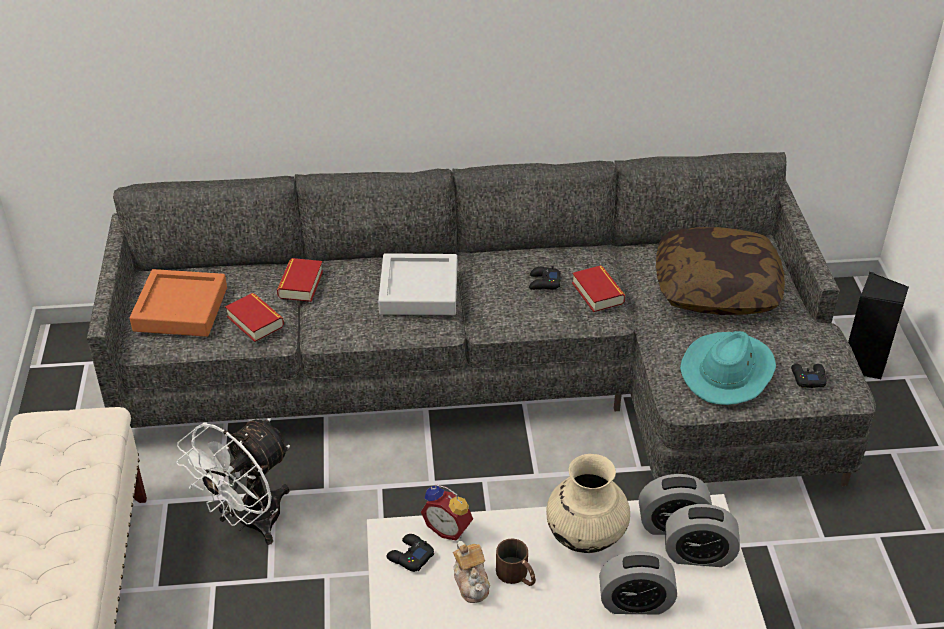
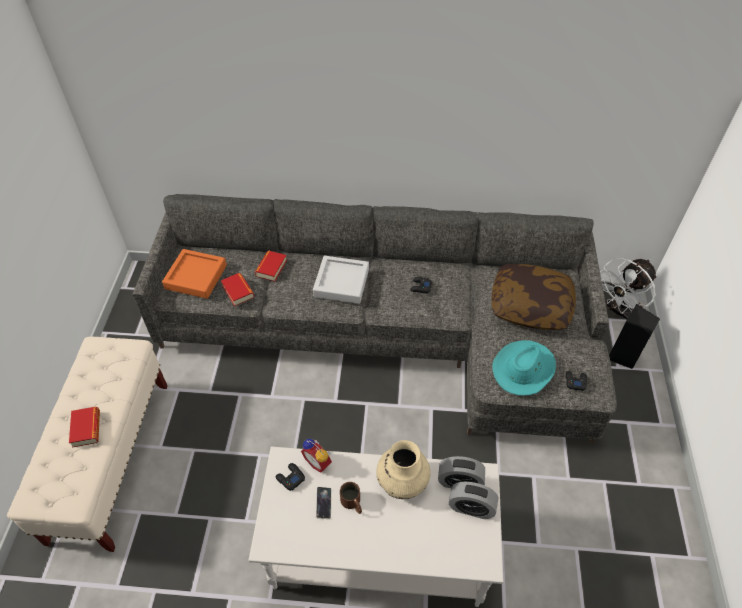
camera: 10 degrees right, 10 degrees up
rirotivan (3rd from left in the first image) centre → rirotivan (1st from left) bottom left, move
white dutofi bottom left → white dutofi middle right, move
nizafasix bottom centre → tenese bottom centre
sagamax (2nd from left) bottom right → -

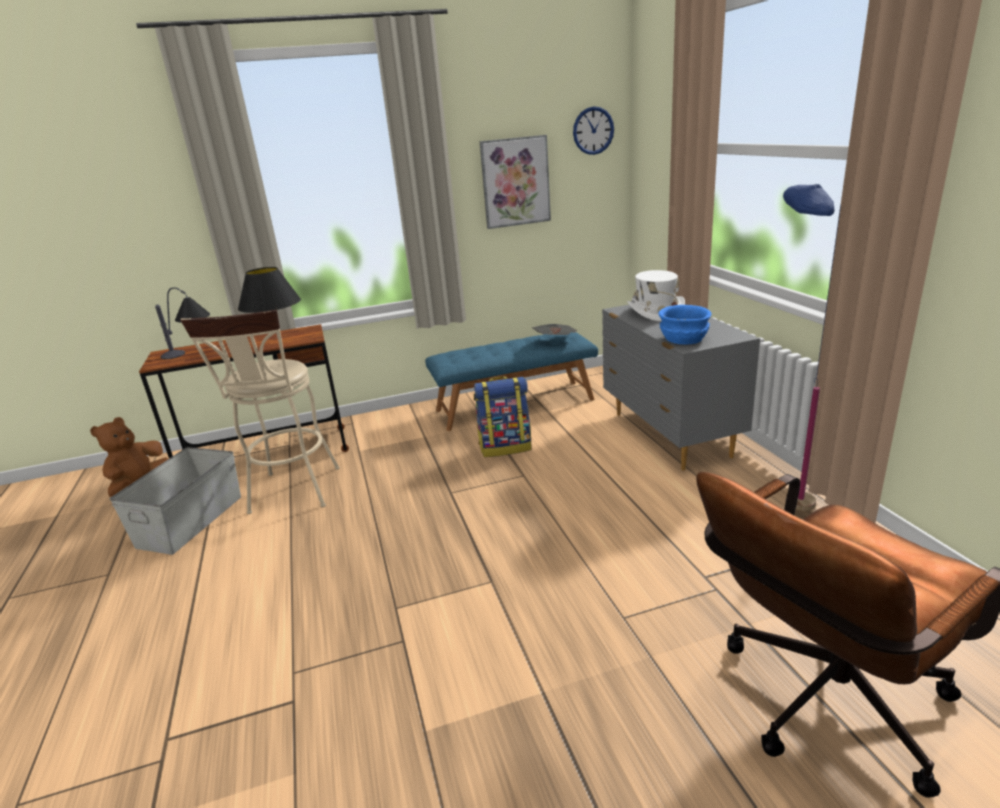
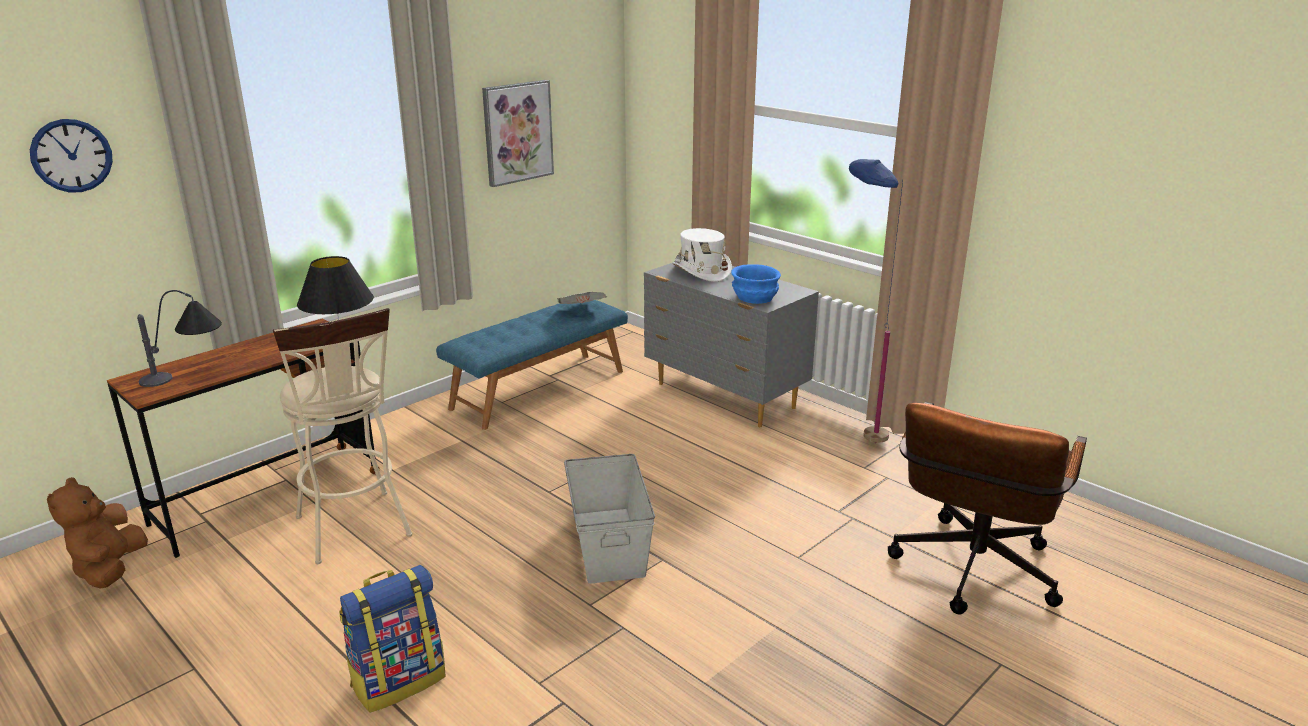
camera: 30 degrees left, 0 degrees up
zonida top centre → zonida top left, move
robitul centre → robitul bottom left, move
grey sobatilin middle left → grey sobatilin bottom centre, move

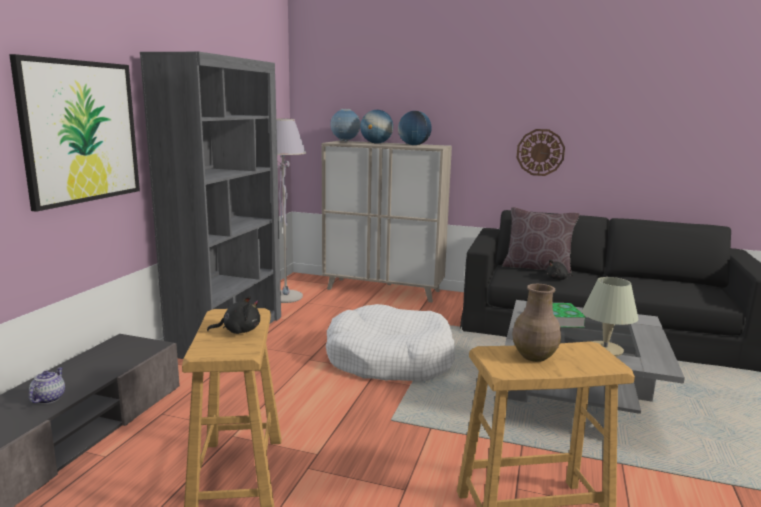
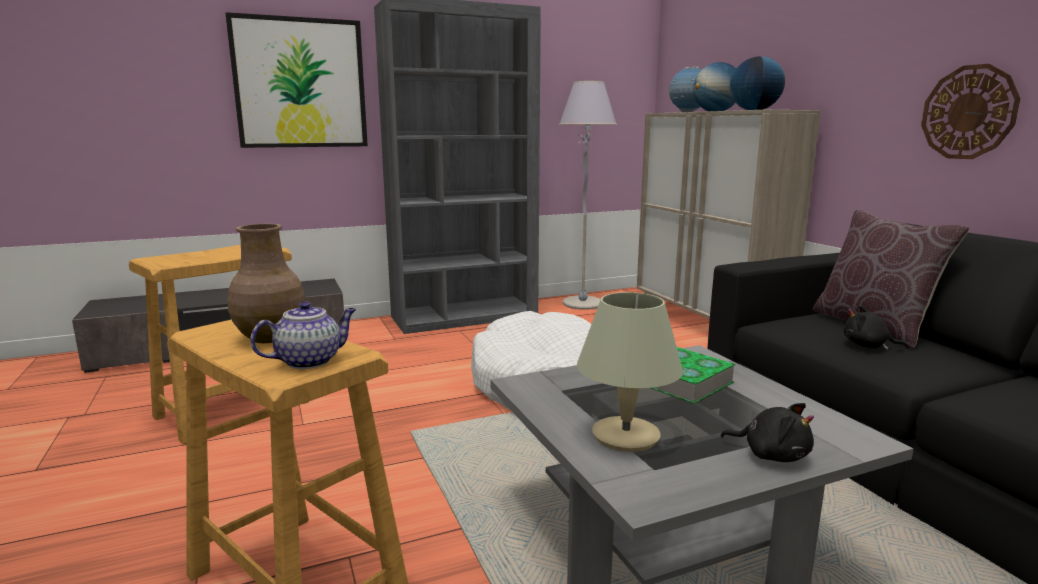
camera: 50 degrees right, 0 degrees up
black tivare (1st from left) middle left → black tivare (1st from left) bottom right, move
nizafasix bottom left → nizafasix middle left, move

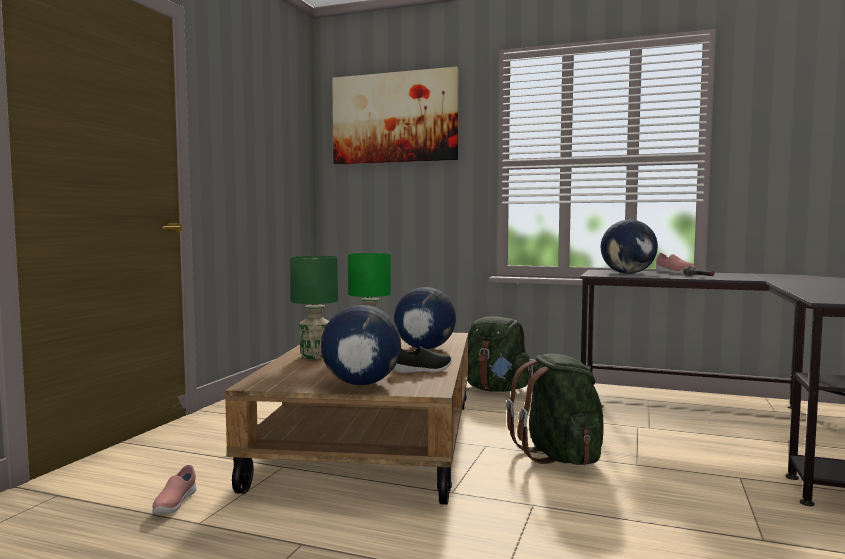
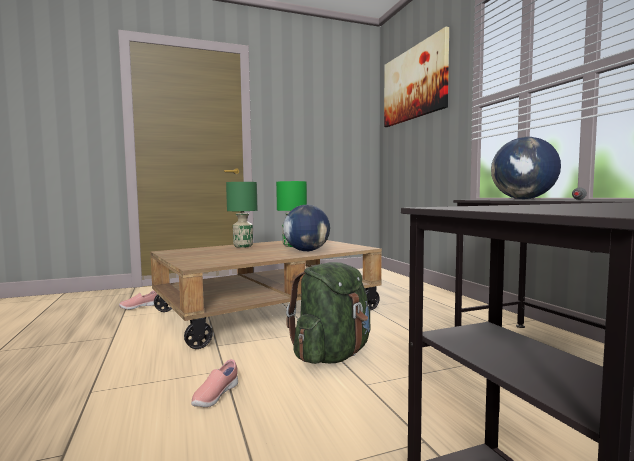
camera: 50 degrees right, 0 degrees up
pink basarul (2nd from left) middle right → pink basarul (2nd from left) bottom centre, move
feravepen (1st from left) centre → -
green robitul (1st from left) centre → -
black basarul centre → -

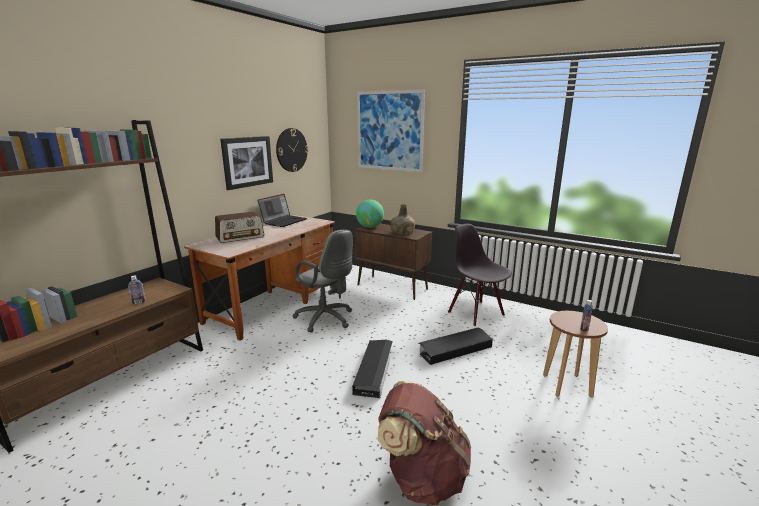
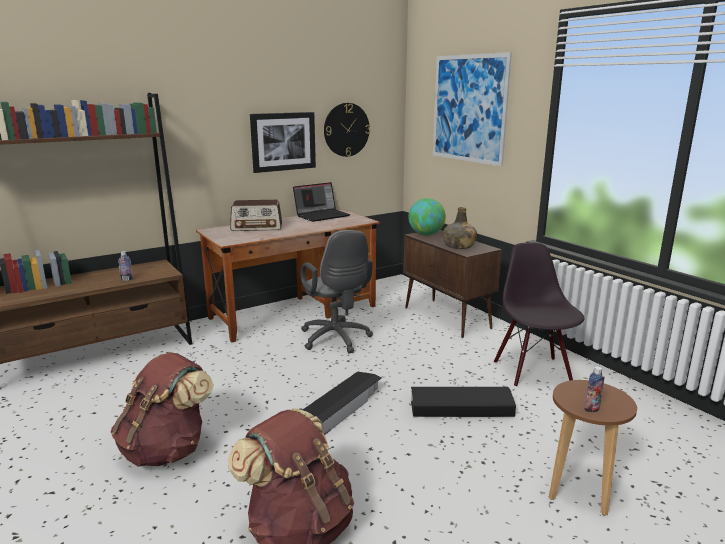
camera: 25 degrees right, 0 degrees up
- → brown robitul (1st from left) bottom left

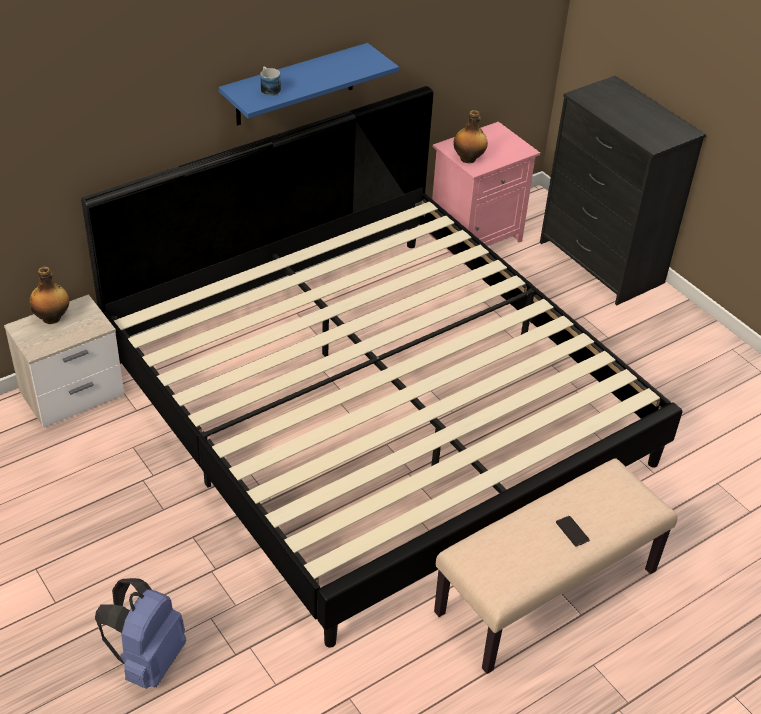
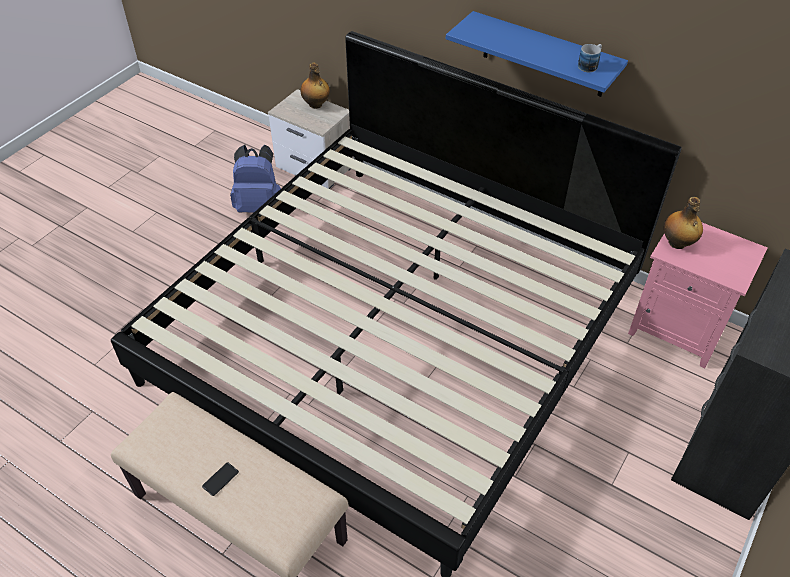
camera: 70 degrees right, 5 degrees up
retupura top centre → retupura top right, move
blue robitul bottom left → blue robitul top left, move

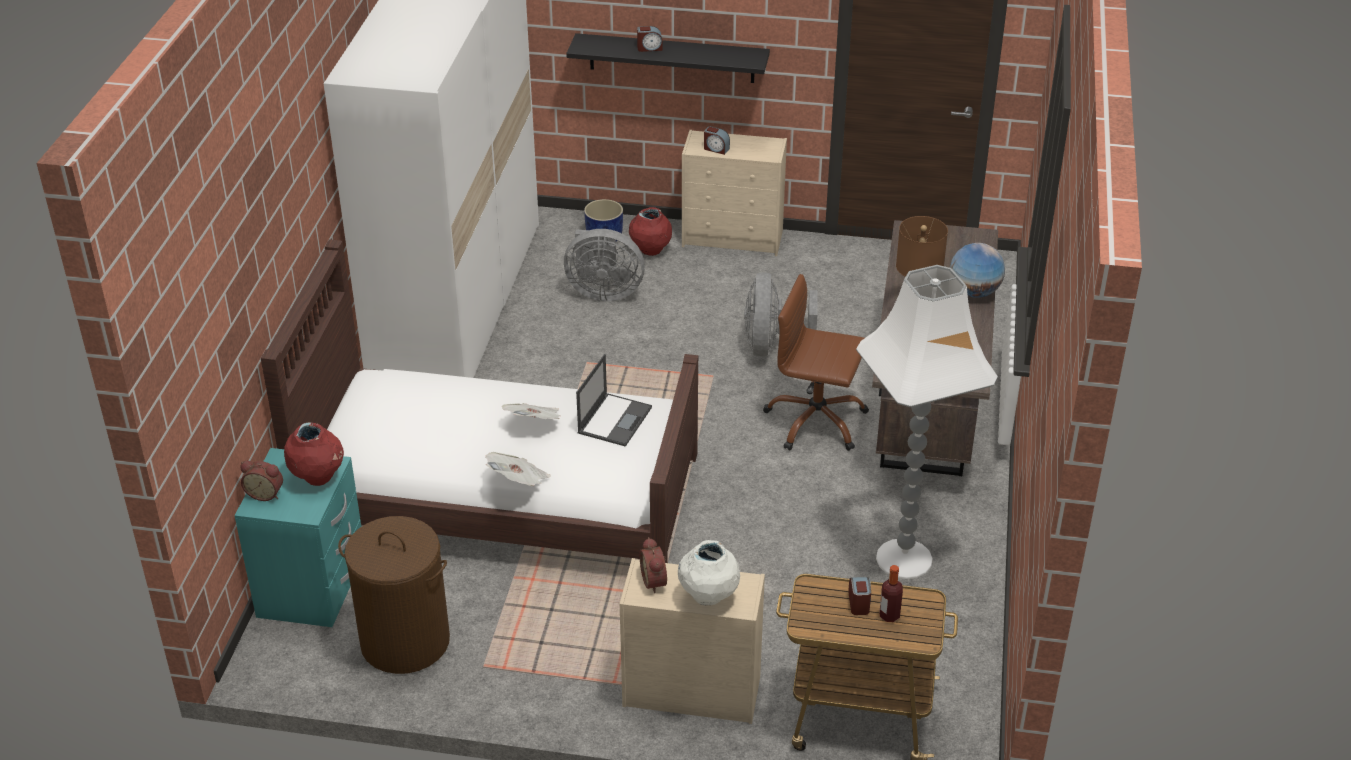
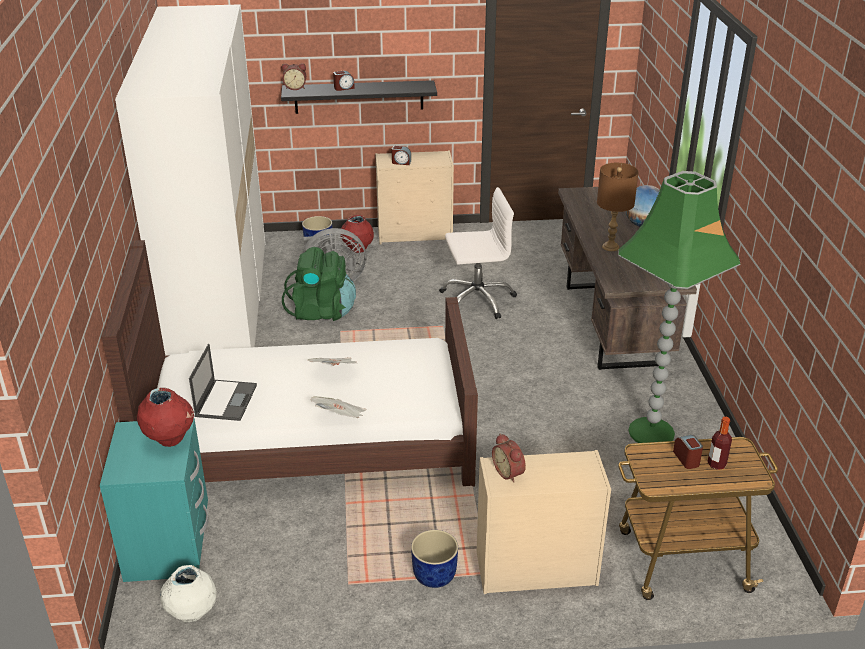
camera: 15 degrees left, 5 degrees down
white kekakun middle right → green kekakun middle right
grey dutofi (2nd from left) centre → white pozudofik centre
brown pozudofik centre → -
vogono centre → vogono middle left, move
sagamax (1st from left) middle left → sagamax (1st from left) top centre, move
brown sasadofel bottom left → -
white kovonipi bottom centre → white kovonipi bottom left, move
- → green robitul centre
- → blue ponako (2nd from left) bottom centre

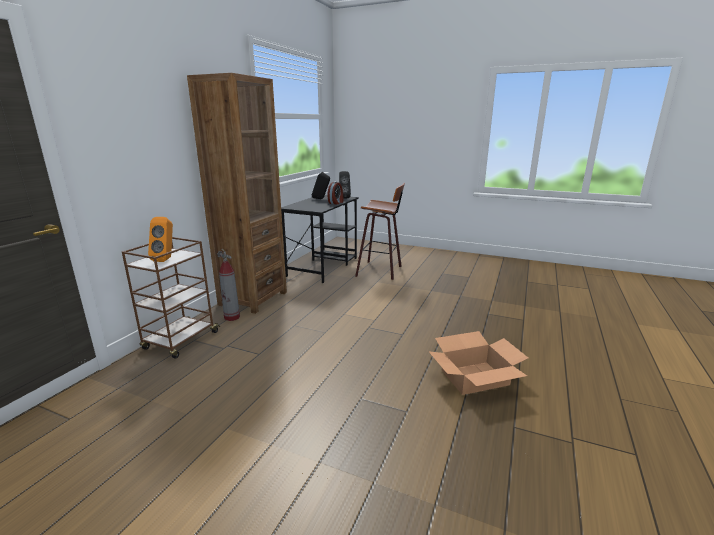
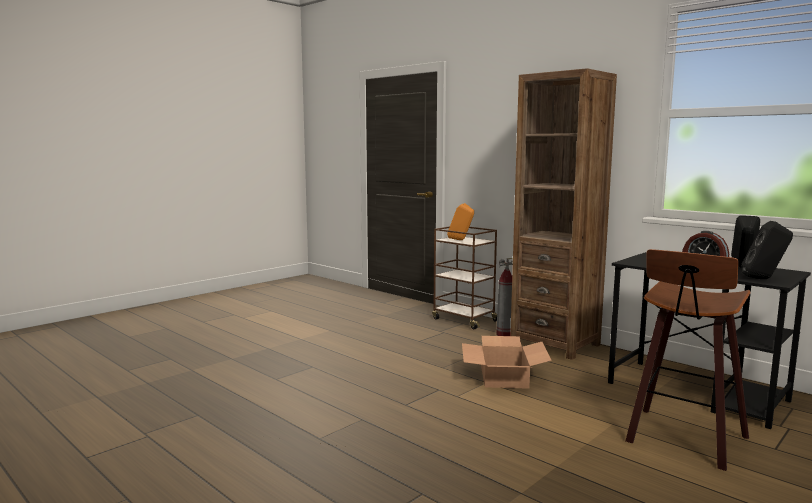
camera: 110 degrees right, 10 degrees down
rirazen bottom right → rirazen bottom centre, move

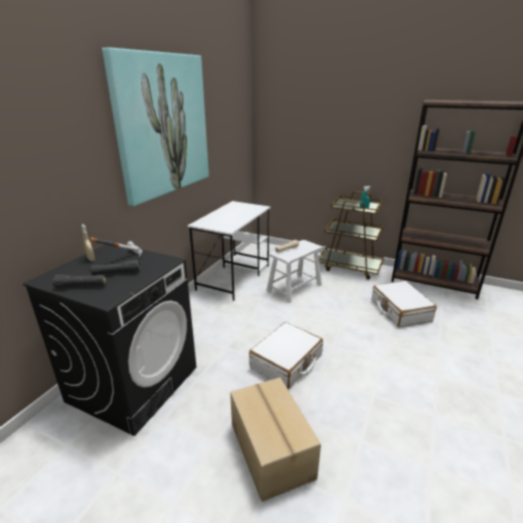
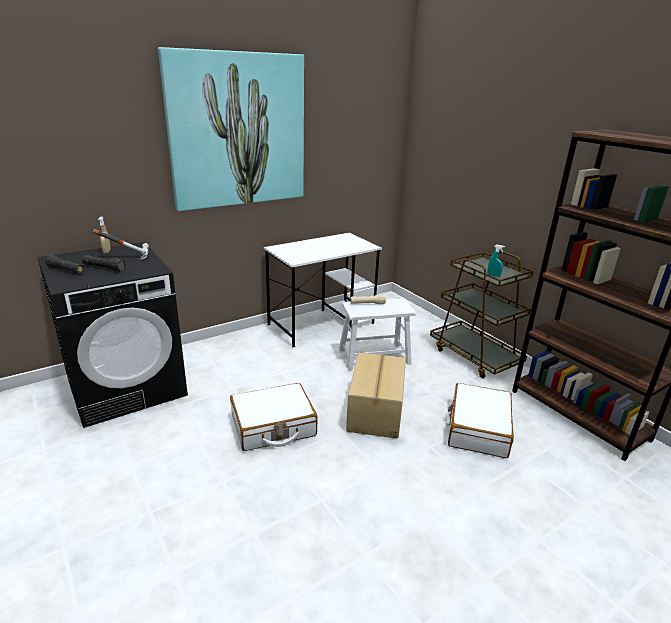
camera: 30 degrees right, 0 degrees up
rirazen bottom centre → rirazen centre, move

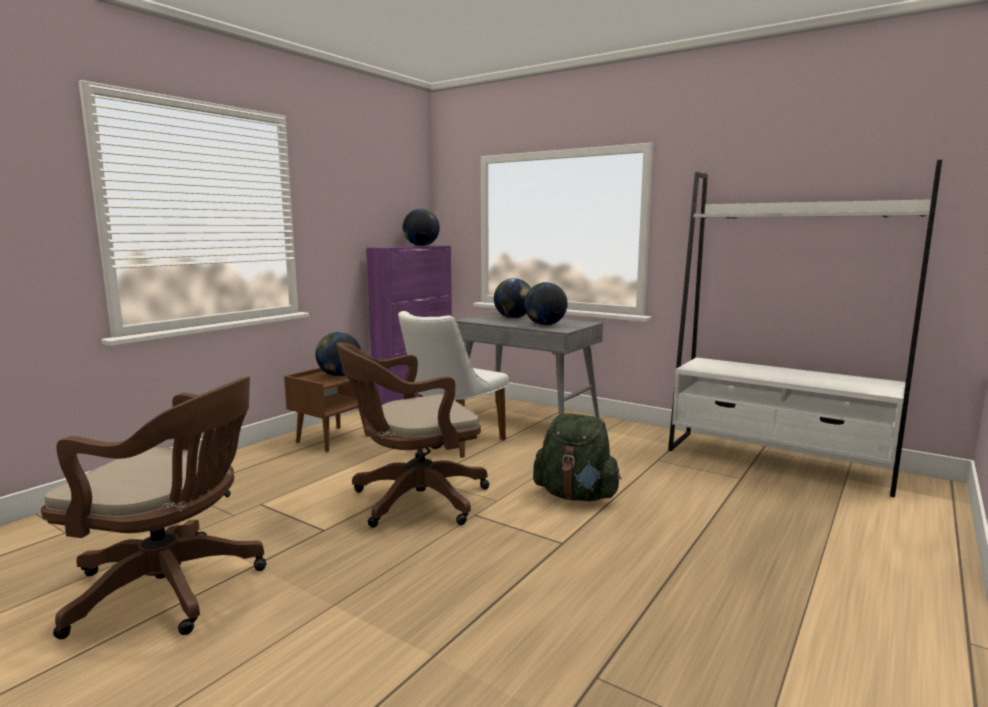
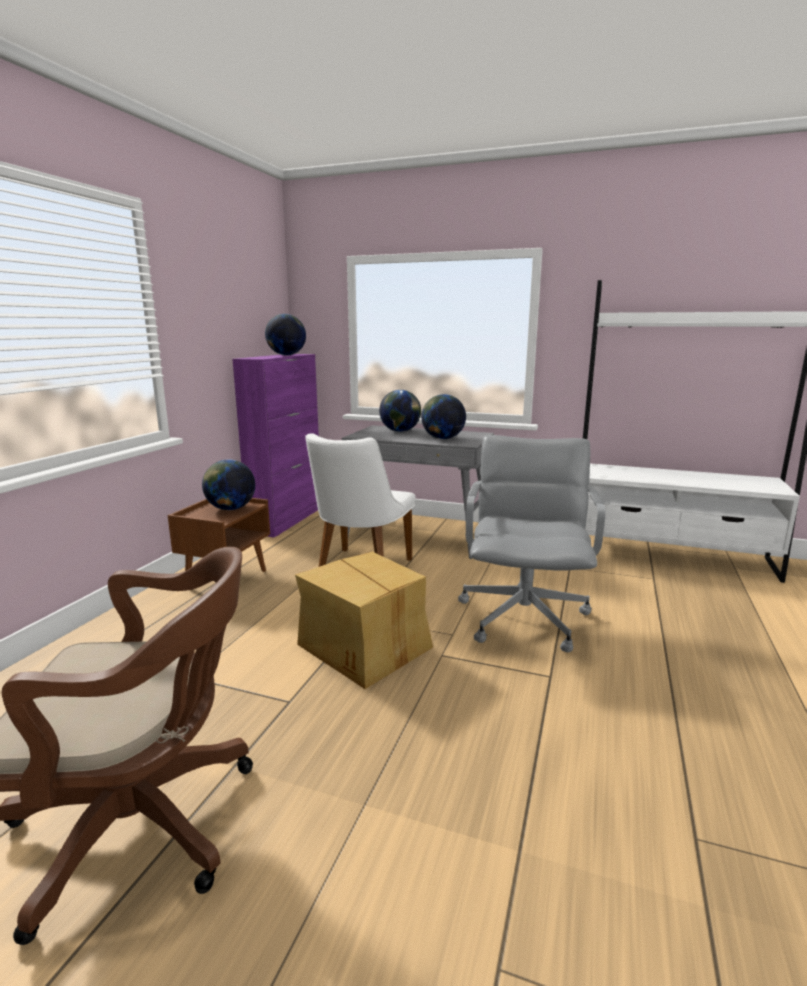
camera: 15 degrees left, 5 degrees up
brown pozudofik (2nd from left) centre → rirazen centre
green robitul centre → grey pozudofik centre

